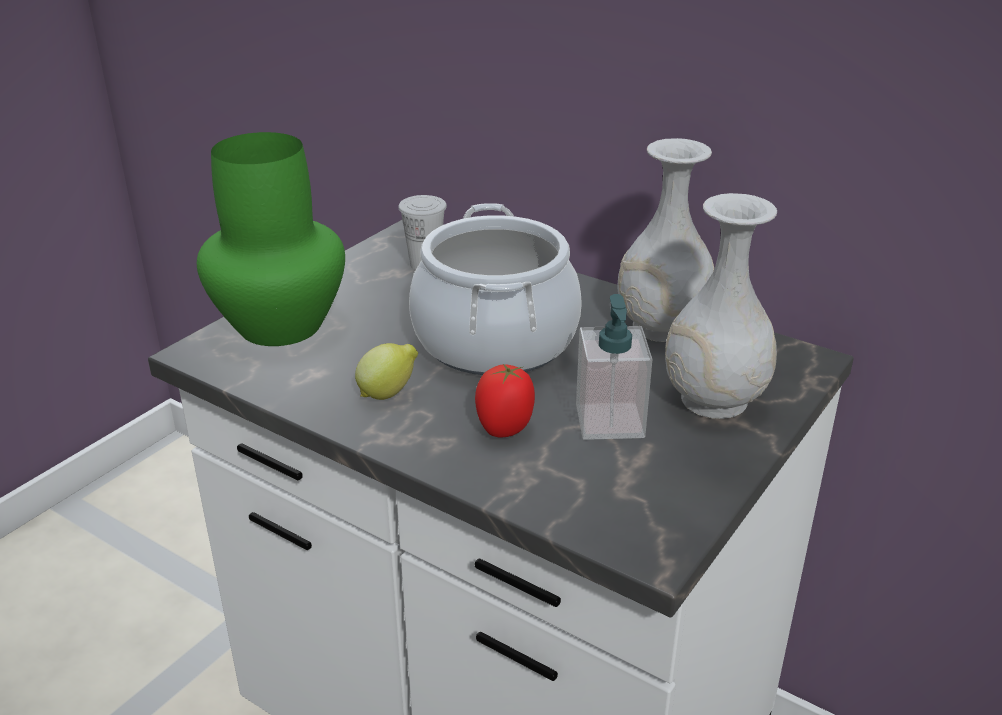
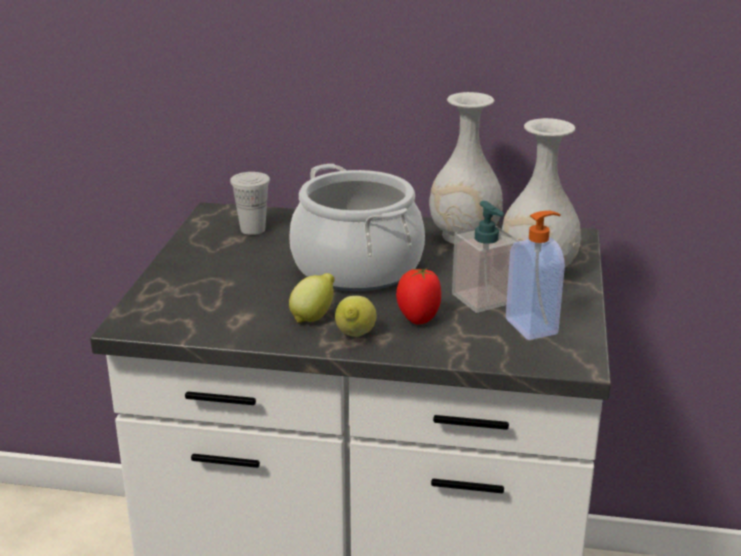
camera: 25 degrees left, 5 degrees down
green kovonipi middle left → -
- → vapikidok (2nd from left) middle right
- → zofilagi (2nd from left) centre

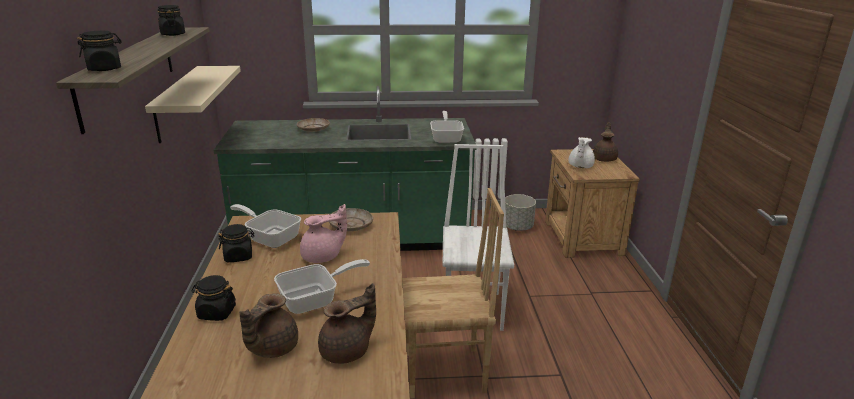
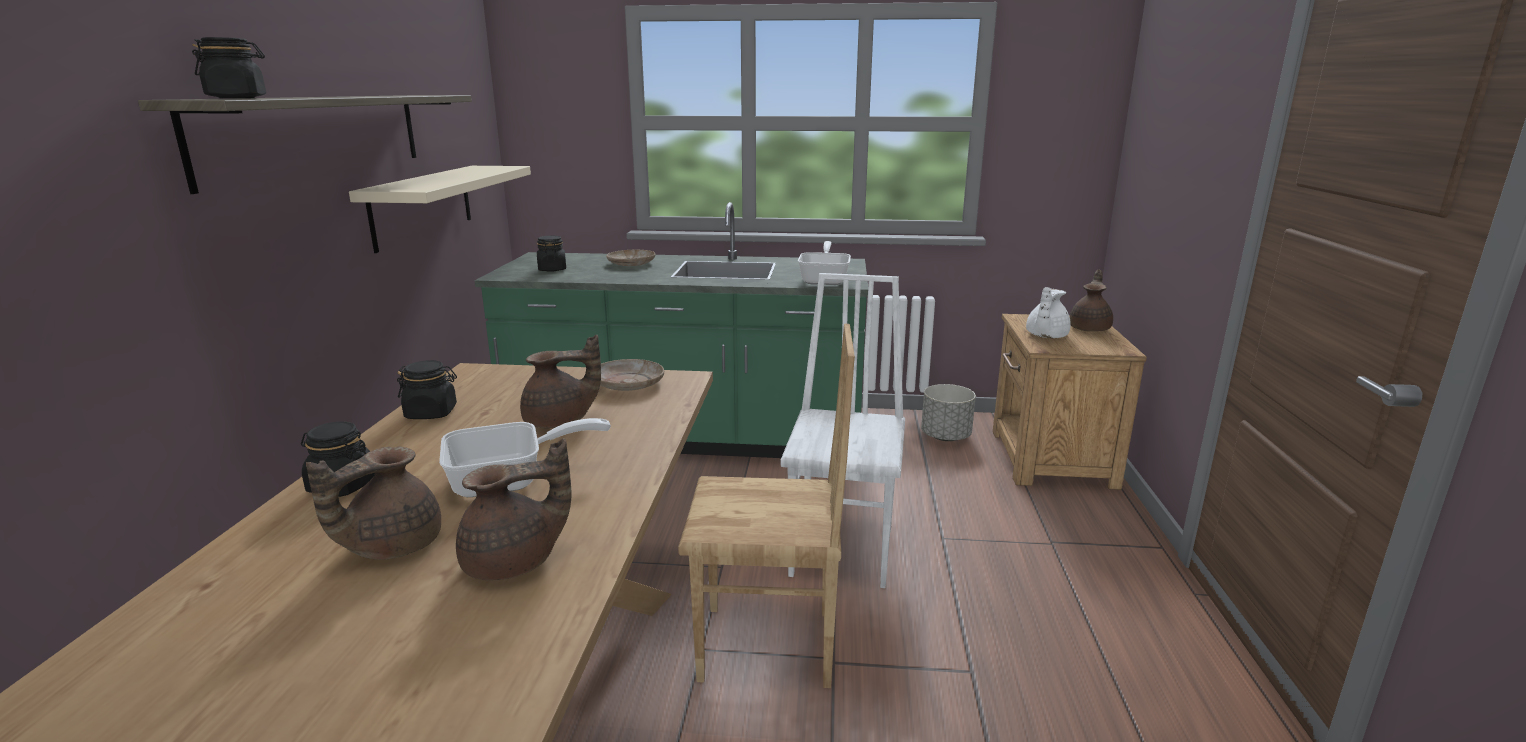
camera: 10 degrees right, 5 degrees down
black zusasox (2nd from left in the first image) top left → black zusasox (4th from left) centre, move
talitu (1st from left) middle left → -
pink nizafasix centre → brown nizafasix (3rd from left) centre

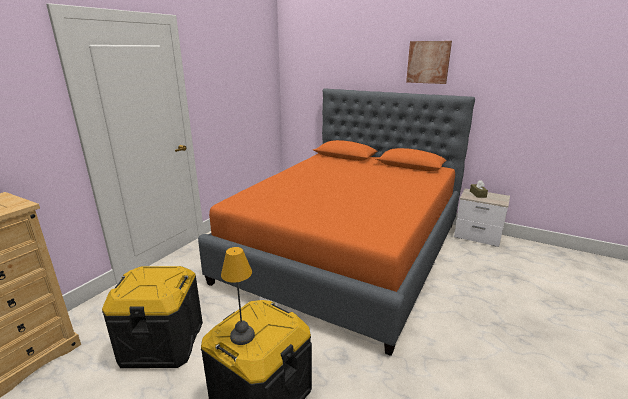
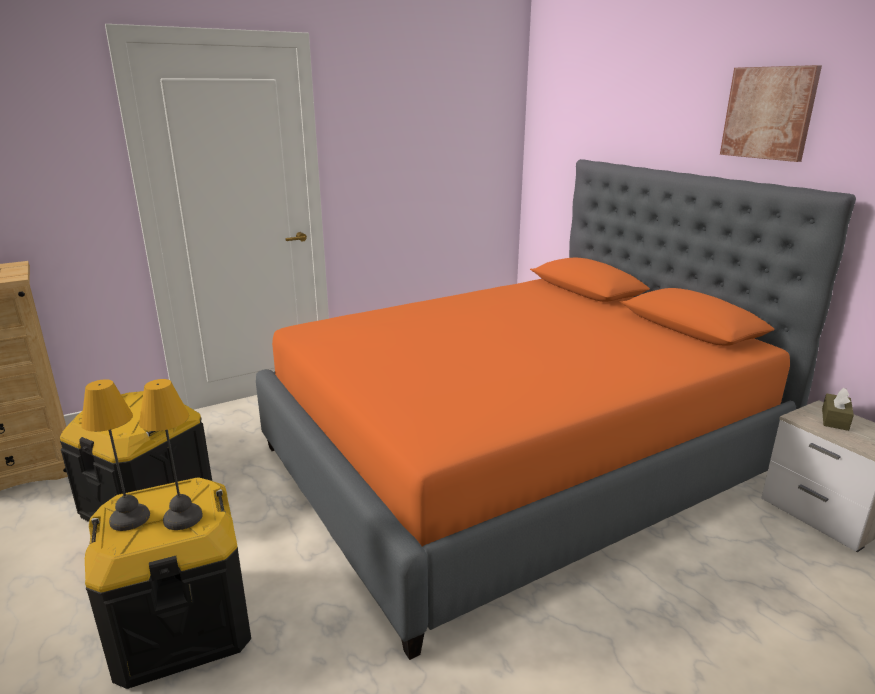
camera: 30 degrees right, 0 degrees up
- → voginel (2nd from left) middle left

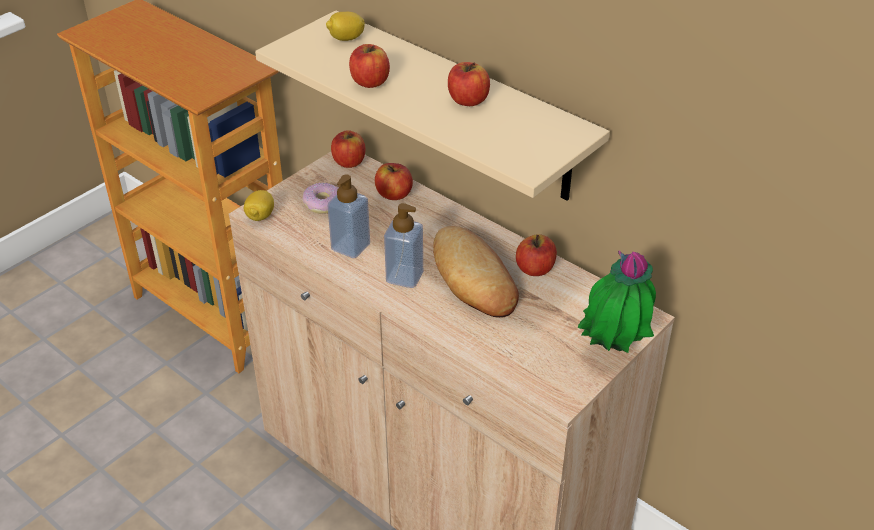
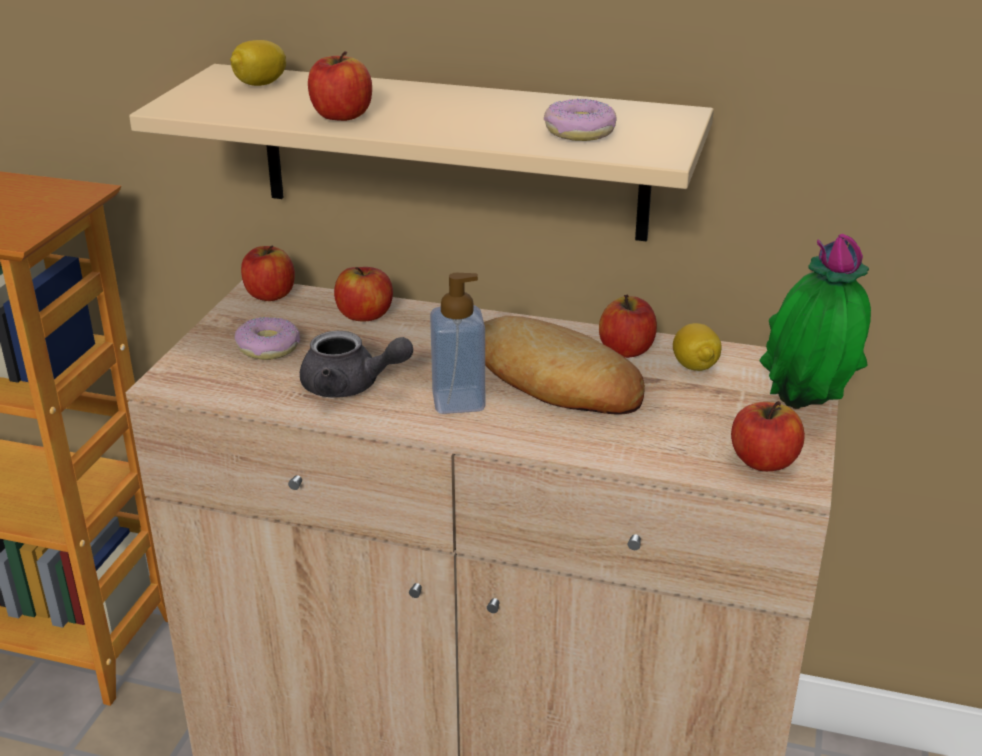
camera: 25 degrees left, 10 degrees down
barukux (4th from left in the first image) top centre → barukux (5th from left) middle right, move
vapikidok (1st from left) centre → grey nizafasix centre
zofilagi (1st from left in the first image) middle left → zofilagi (2nd from left) middle right, move
- → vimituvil (2nd from left) top centre

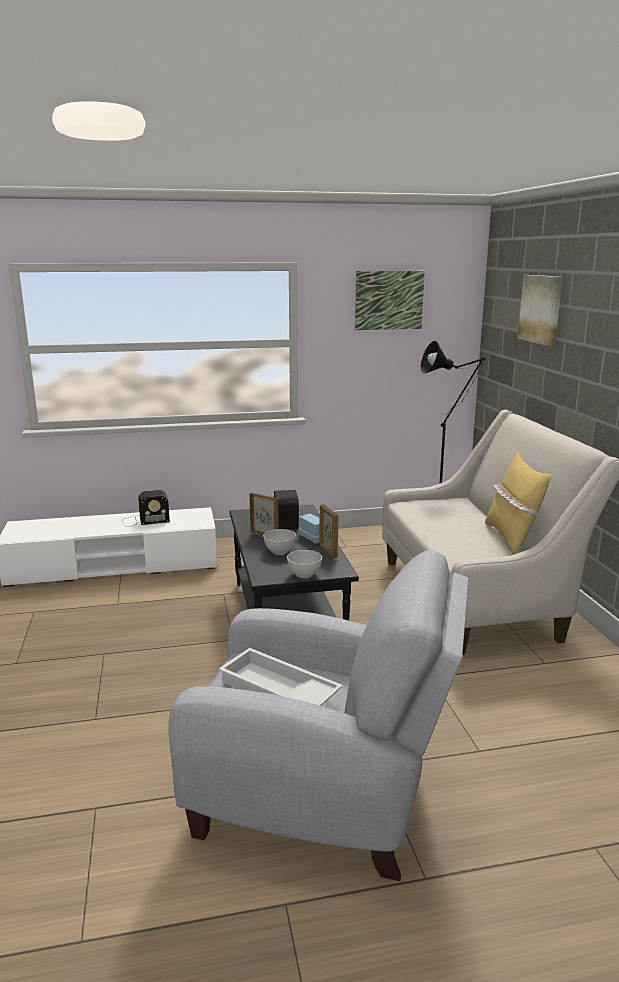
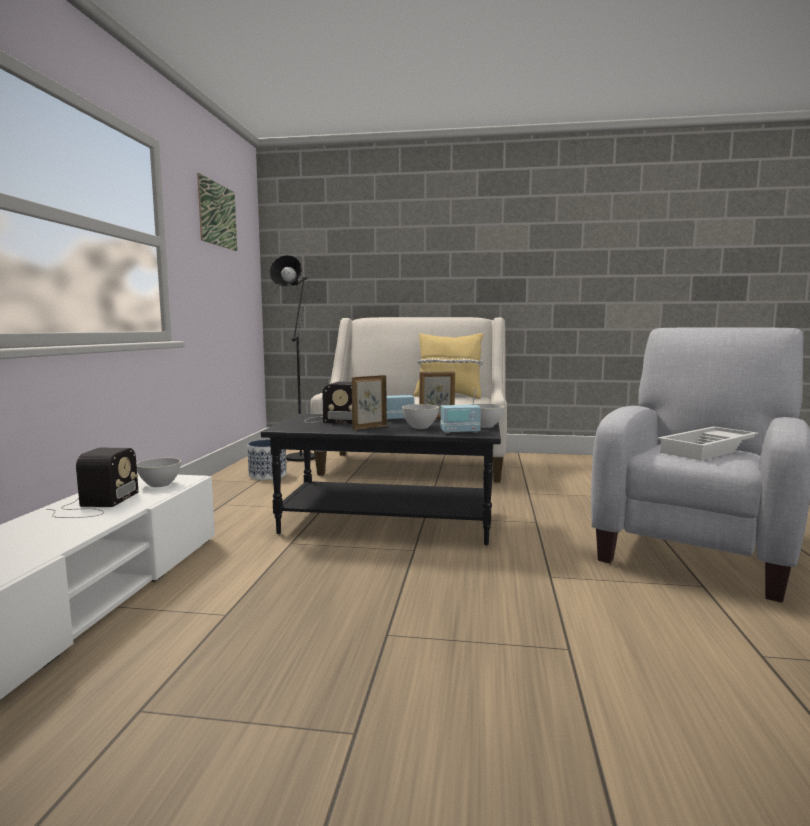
camera: 70 degrees left, 10 degrees down
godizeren (2nd from left) top right → -
- → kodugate (4th from left) centre
- → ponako middle left
- → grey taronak (1st from left) middle left

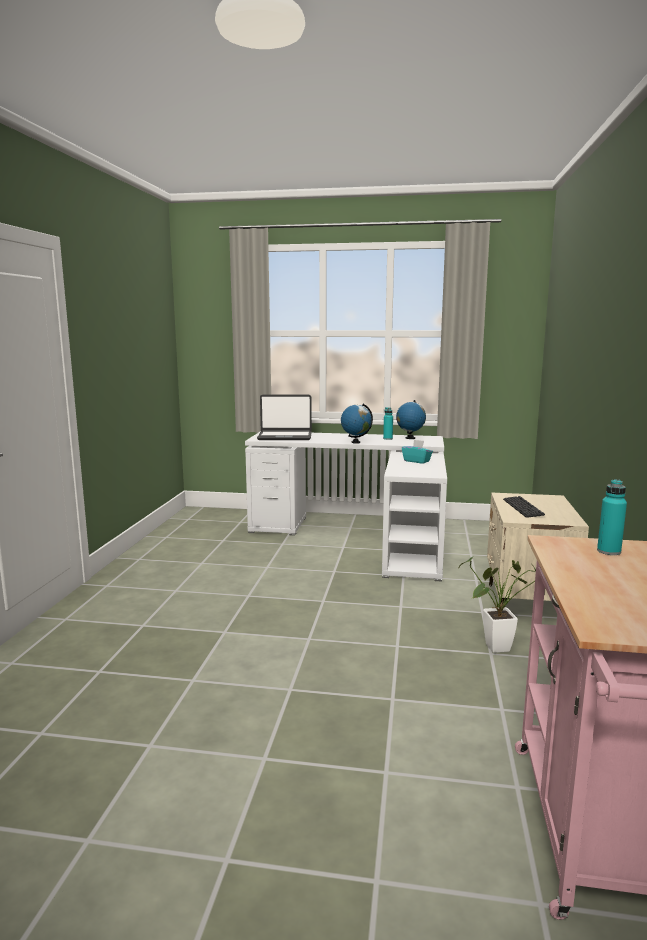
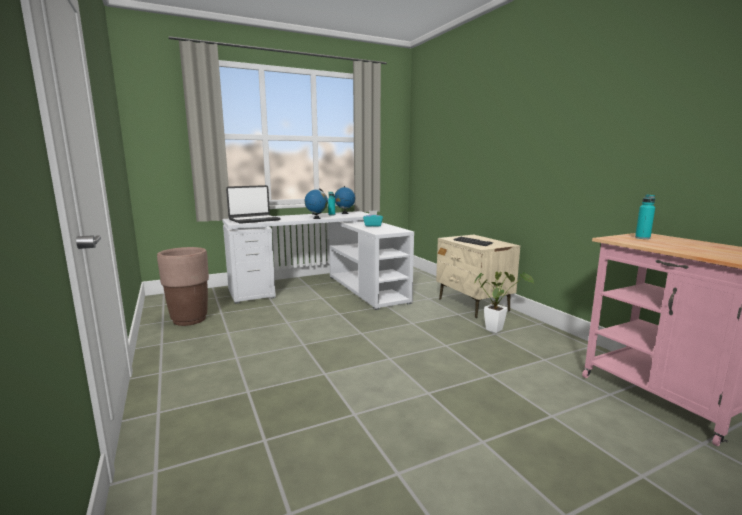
camera: 35 degrees left, 0 degrees up
- → brown ponako middle left

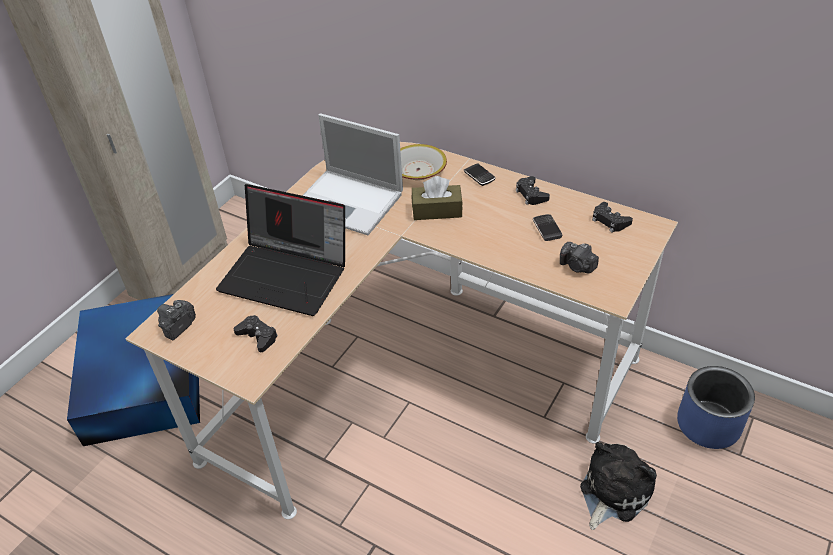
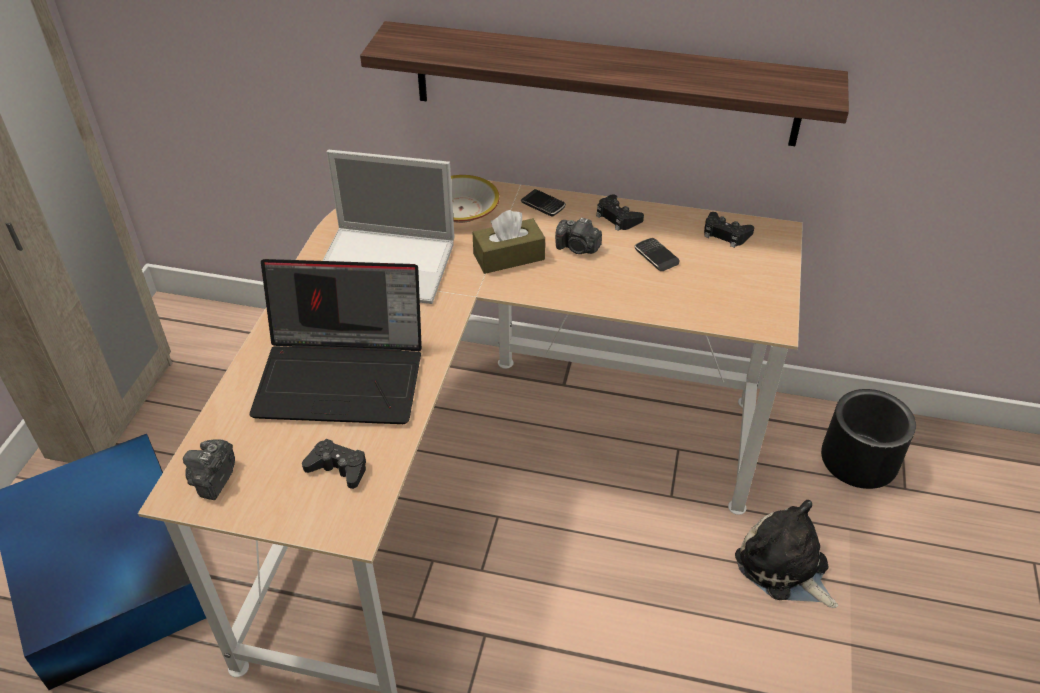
camera: 20 degrees left, 0 degrees up
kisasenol (2nd from left) middle right → kisasenol (2nd from left) centre, move
blue ponako bottom right → black ponako middle right
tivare bottom right, 60 degrees counterclockwise
- → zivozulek top centre

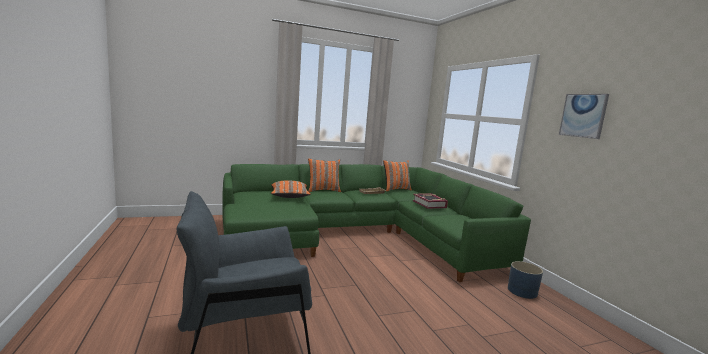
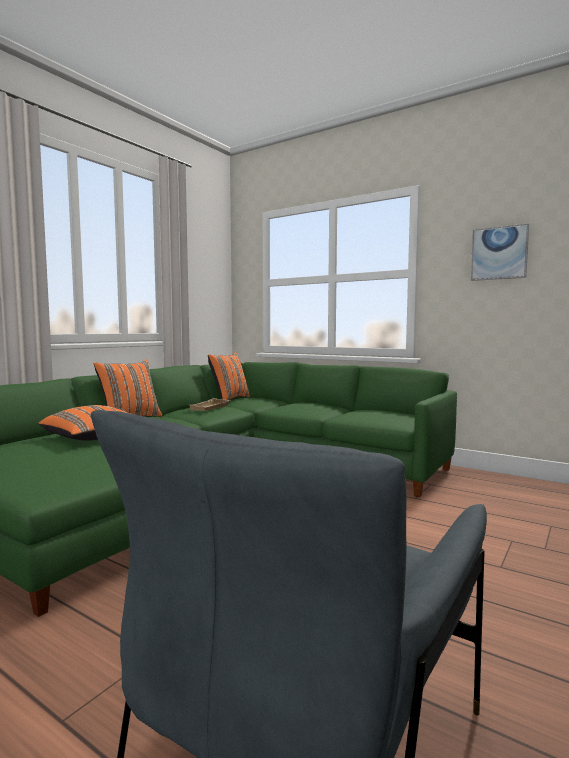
camera: 35 degrees left, 5 degrees down
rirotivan centre → -
blue ponako bottom right → -

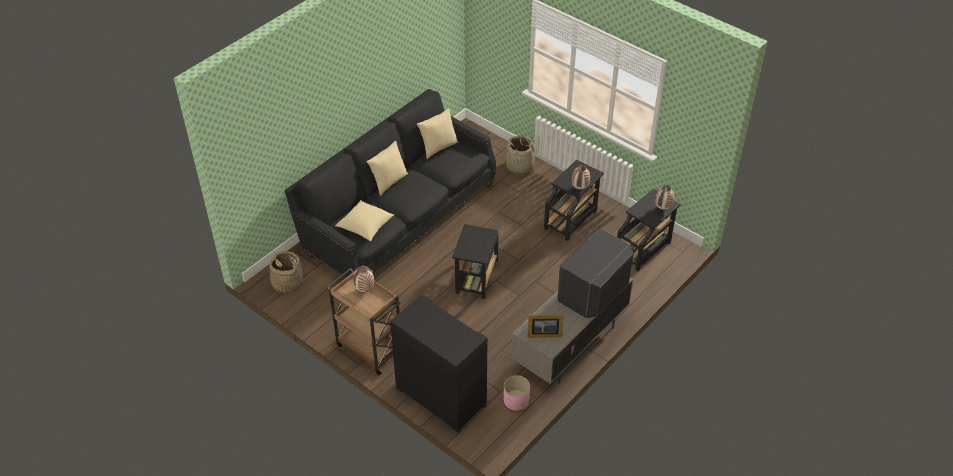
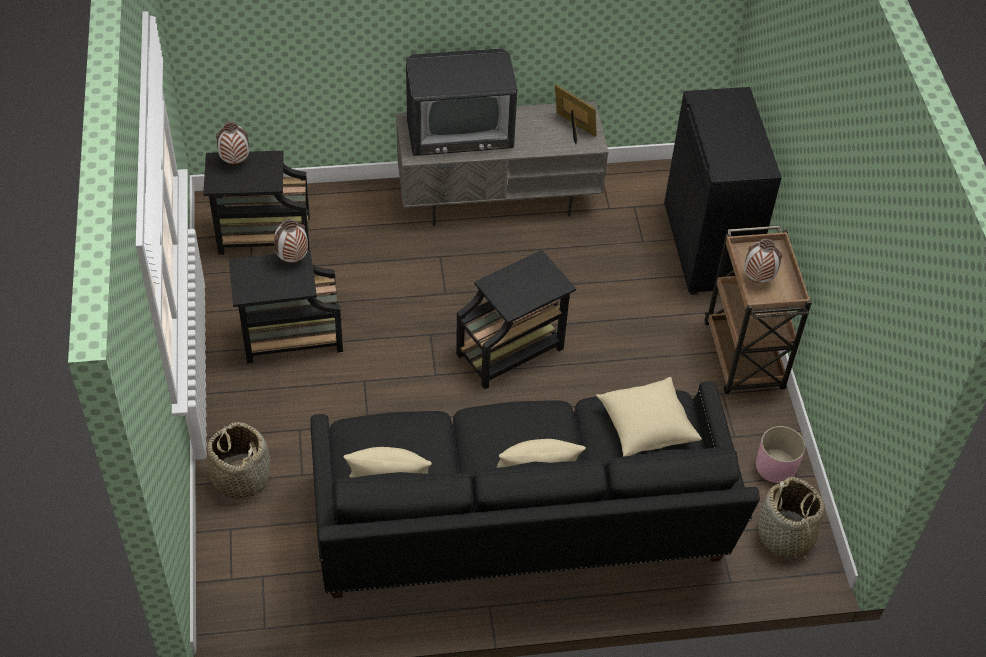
camera: 140 degrees left, 5 degrees up
pink ponako bottom centre → pink ponako bottom right, move

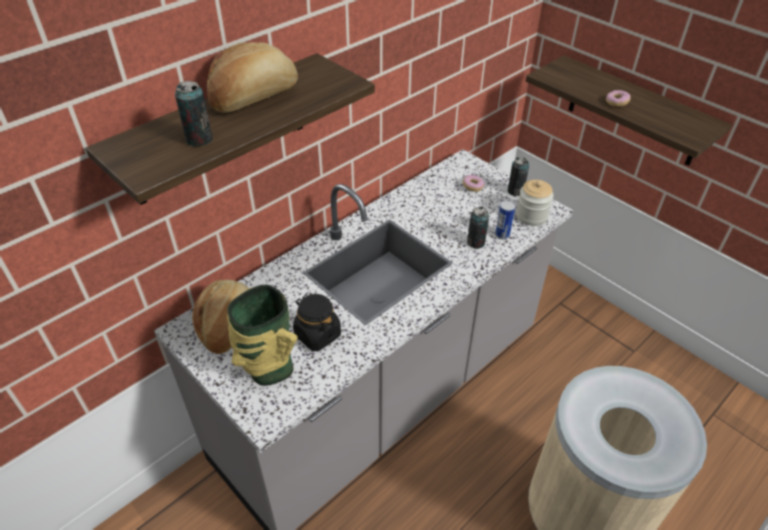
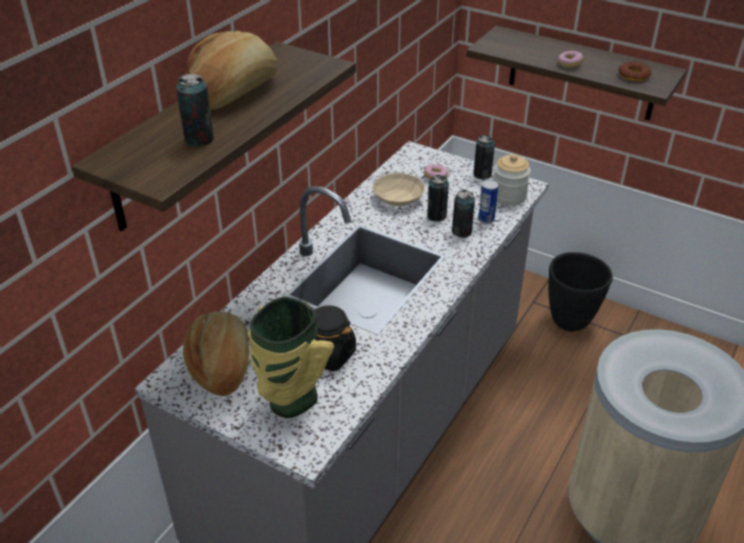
camera: 15 degrees left, 5 degrees down
- → vimituvil (3rd from left) top right
- → beige taronak centre
- → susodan (2nd from left) centre
- → black ponako middle right

